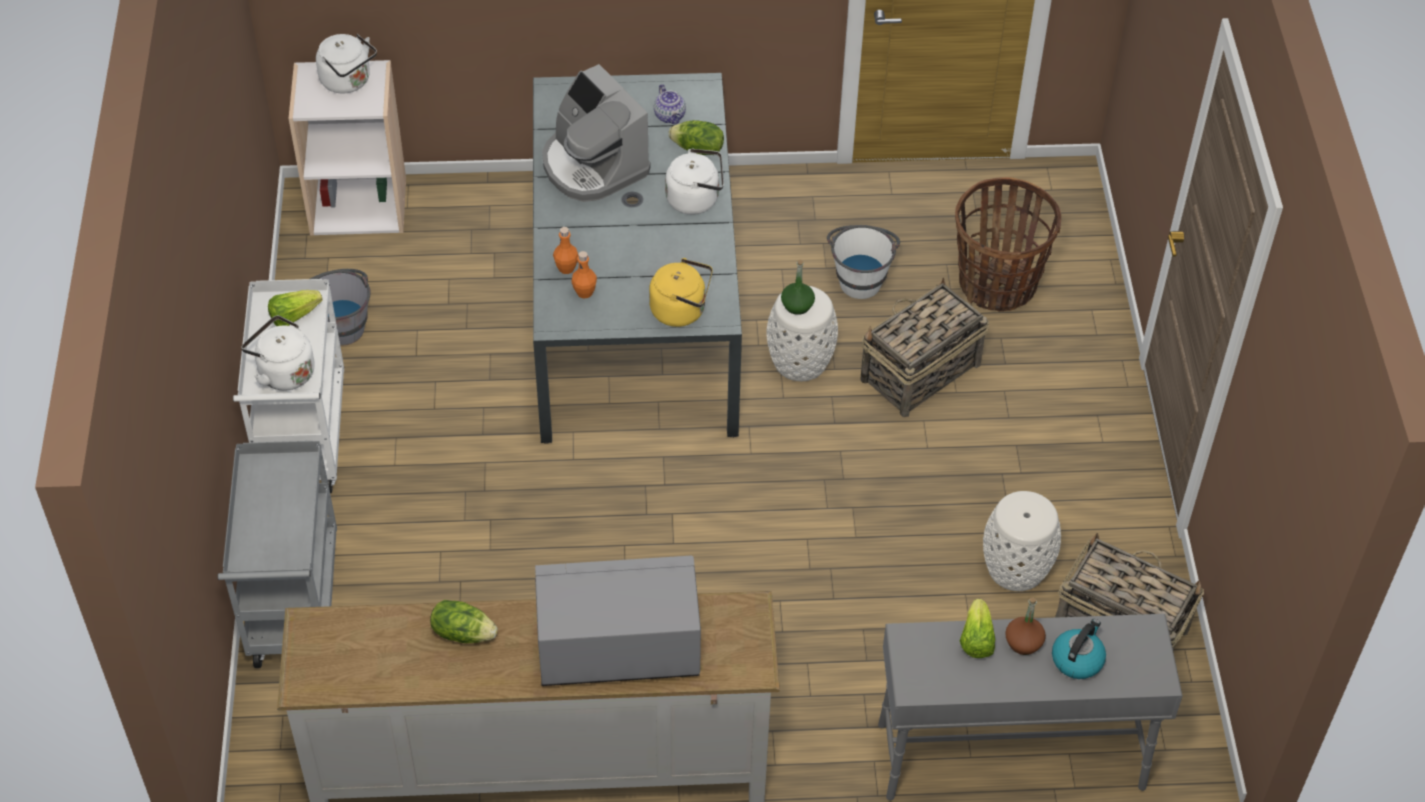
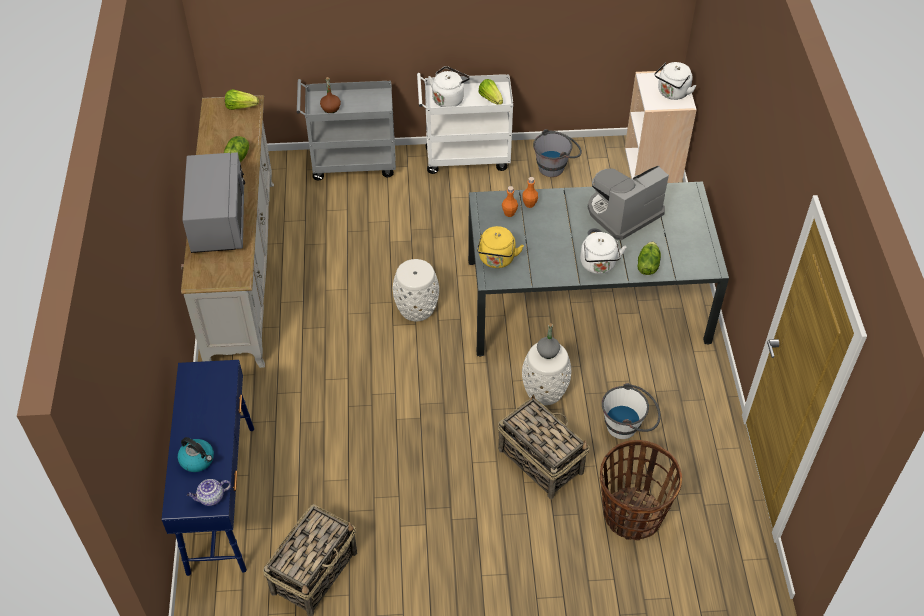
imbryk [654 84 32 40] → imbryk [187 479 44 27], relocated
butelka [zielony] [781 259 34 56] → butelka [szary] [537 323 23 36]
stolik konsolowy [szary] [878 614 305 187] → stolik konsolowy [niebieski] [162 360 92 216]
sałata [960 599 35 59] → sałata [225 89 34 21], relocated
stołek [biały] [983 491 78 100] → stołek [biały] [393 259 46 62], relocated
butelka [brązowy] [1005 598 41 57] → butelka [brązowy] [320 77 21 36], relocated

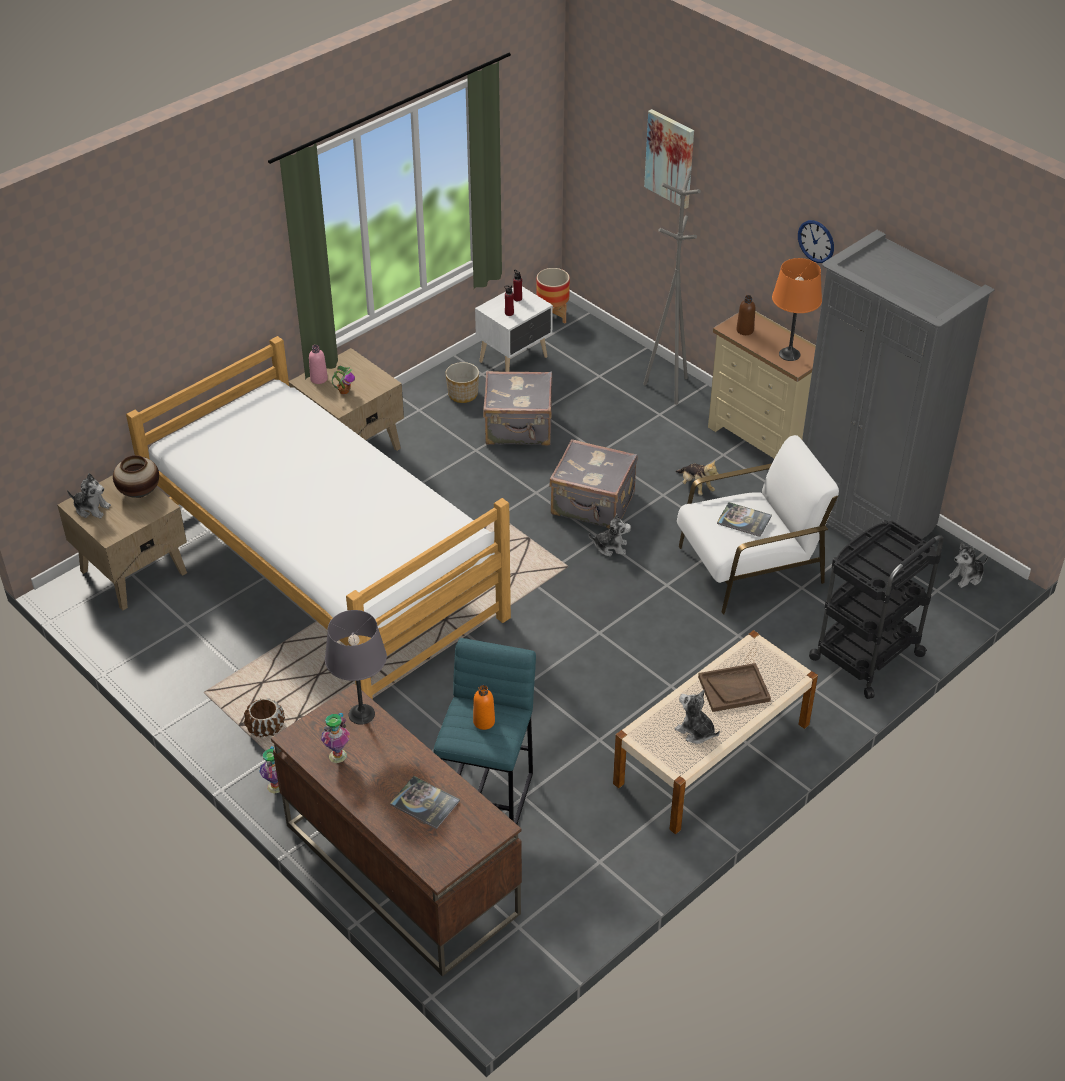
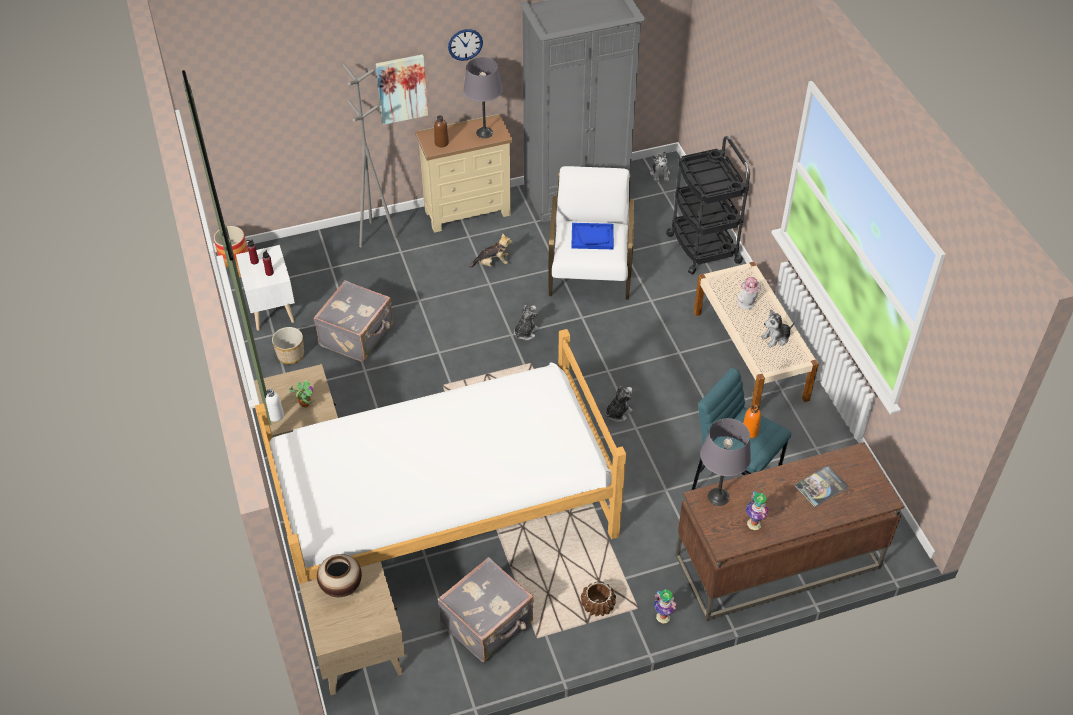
pluszak [67 473 44 45] → pluszak [605 386 28 36], relocated
butelka [różowy] [309 345 19 39] → butelka [biały] [265 389 19 33]
walizka [szary] [549 439 88 90] → walizka [szary] [438 557 96 105], relocated
obraz [644 109 50 100] → obraz [376 54 52 71], relocated
taca [brązowy] [698 663 73 49] → kapelusz [737 277 24 32]
książka [717 502 55 35] → taca [niebieski] [571 223 43 26]
lampa stołowa [pomarańczowy] [772 258 50 103] → lampa stołowa [szary] [463 57 40 81]

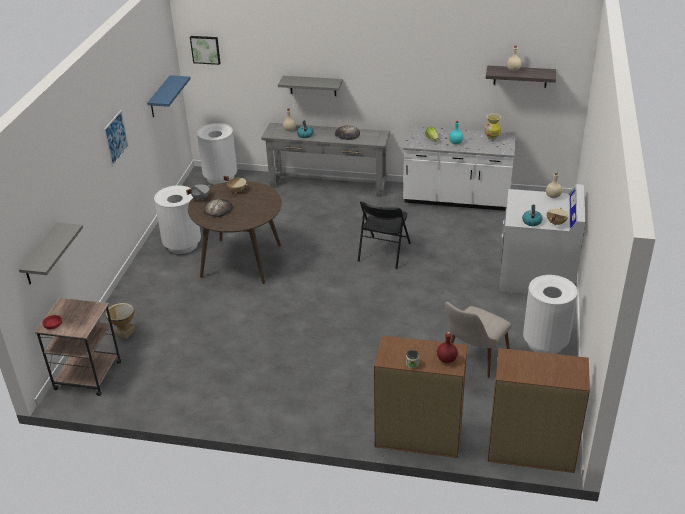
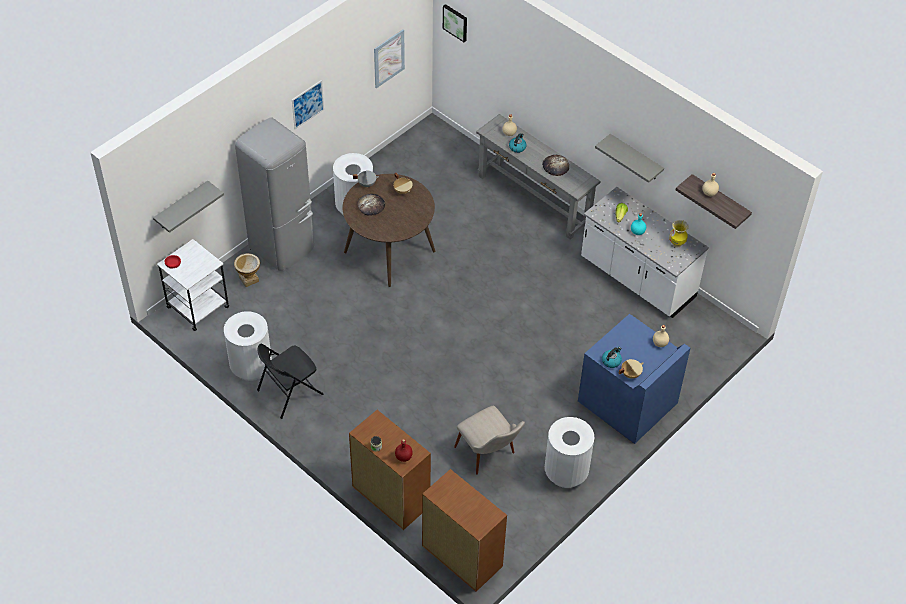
wózek [brązowy] [35 298 86 98] → wózek [biały] [157 239 72 92]
półka [niebieski] [147 75 43 42] → obraz [374 29 31 59]
kosz na śmieci [biały] [197 123 40 62] → kosz na śmieci [biały] [224 311 48 70], relocated
półka [szary] [278 76 65 20] → półka [szary] [595 134 69 49], relocated
krzesło [czarny] [357 202 54 67] → krzesło [czarny] [257 344 67 75], relocated
krzesło [beżowy] [445 302 67 76] → krzesło [beżowy] [454 406 71 69], 105 degrees counterclockwise
pralka [biały] [499 184 87 110] → pralka [niebieski] [578 314 112 130]
- → lodówka [szary] [235 117 79 154]

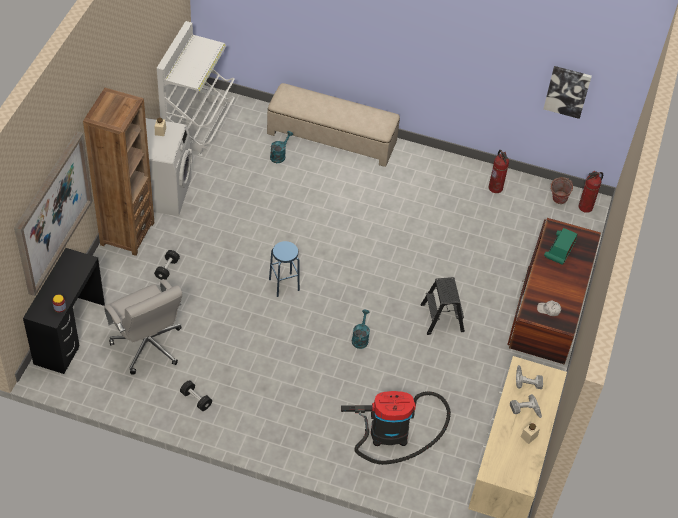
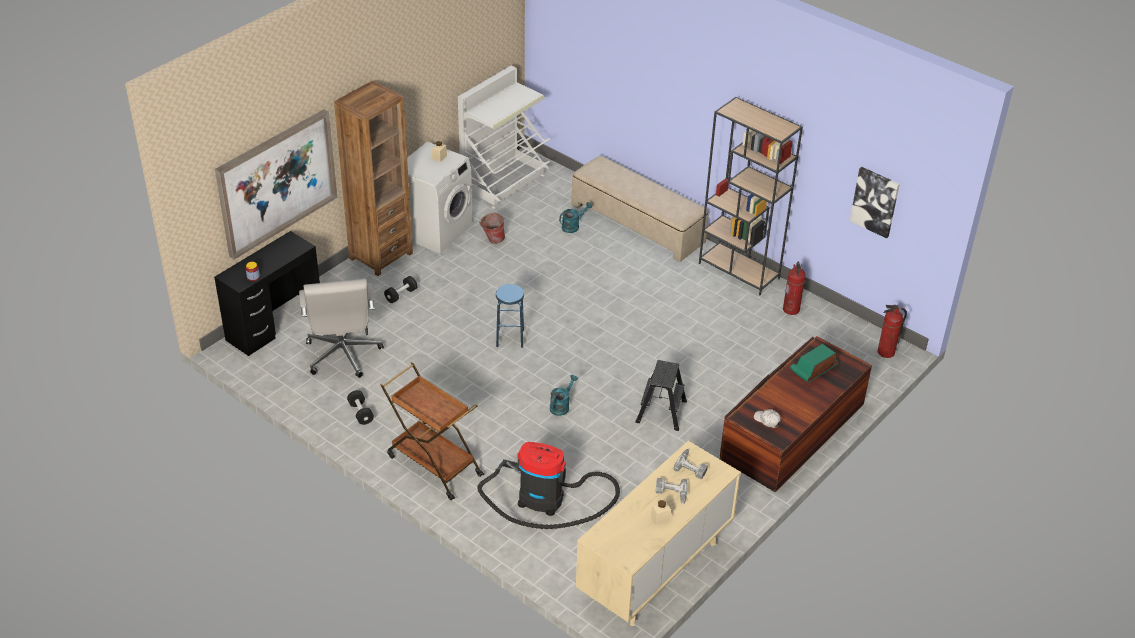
wiadro [550 177 23 27] → wiadro [479 213 26 31], relocated
- → wózek [brązowy] [380 362 104 138]
- → regał [699 97 104 198]

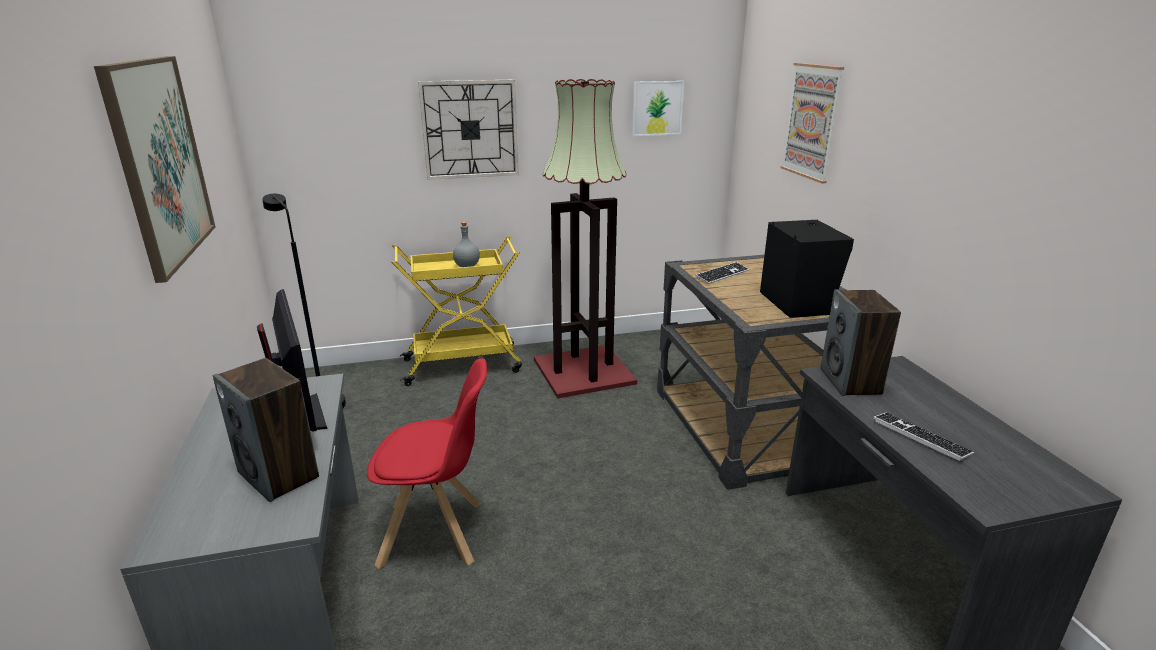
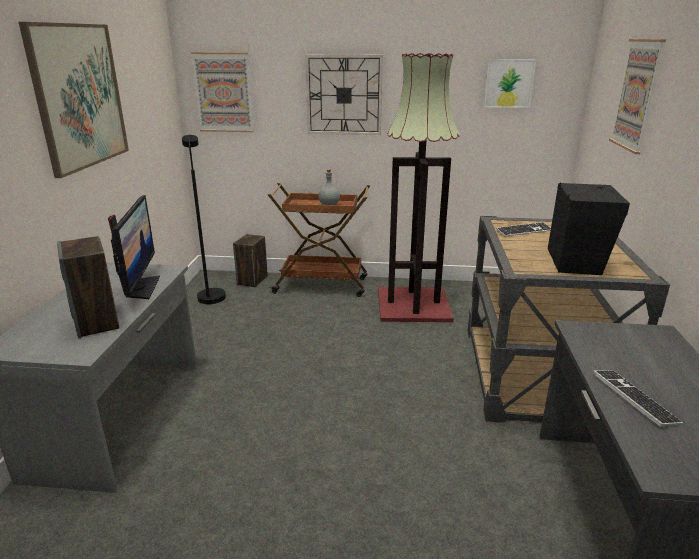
krzesło [czerwony] [367 358 120 211] → -
wózek [żółty] [391 236 131 150] → wózek [brązowy] [267 183 104 114]
głośnik [821 289 80 107] → głośnik [233 234 35 53], relocated
- → obraz [191 52 63 80]

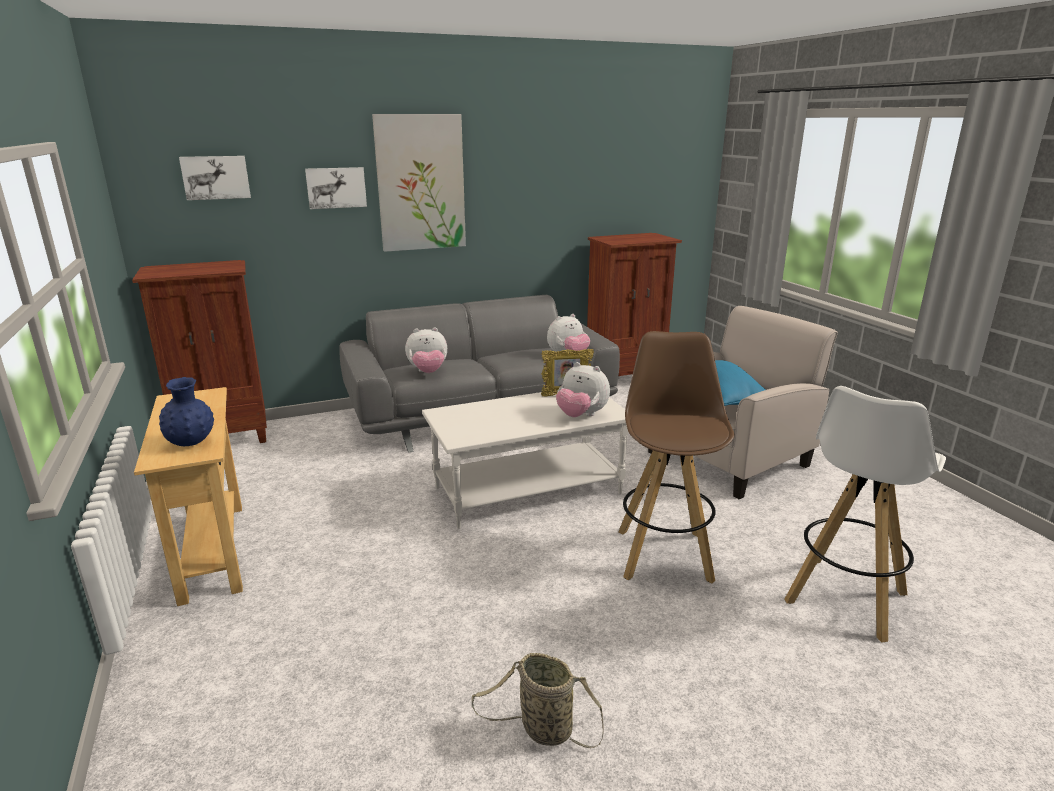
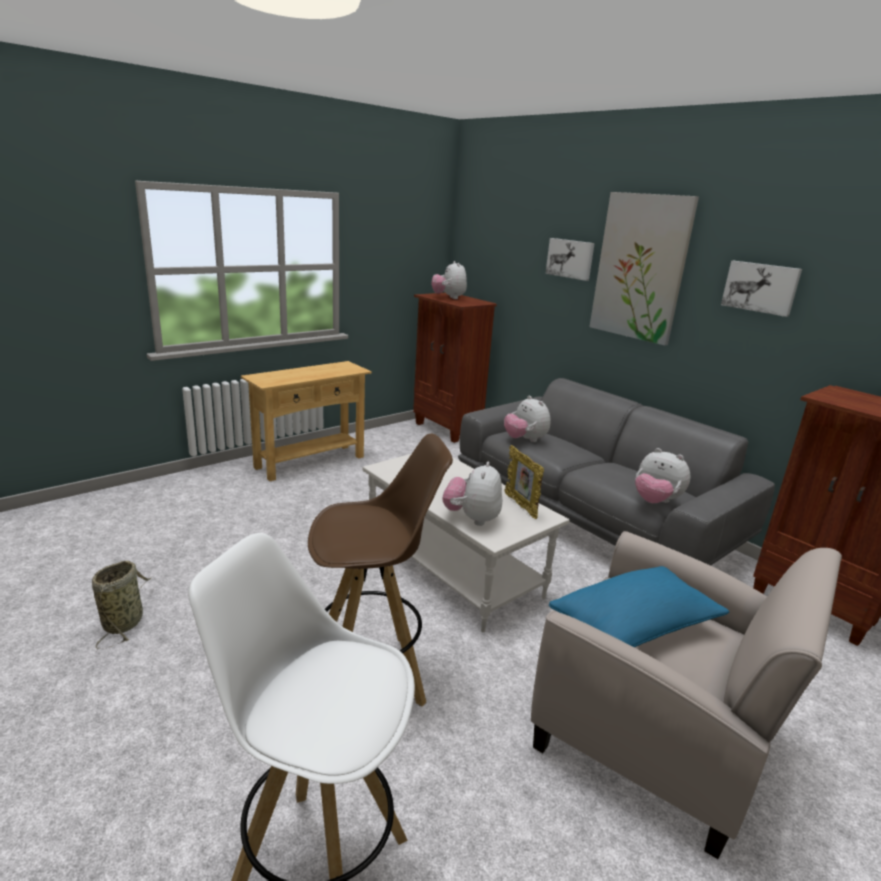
wazon [niebieski] [159 377 55 69] → -
obraz [179 156 72 44] → obraz [721 261 81 56], relocated
- → pluszak [431 261 36 38]

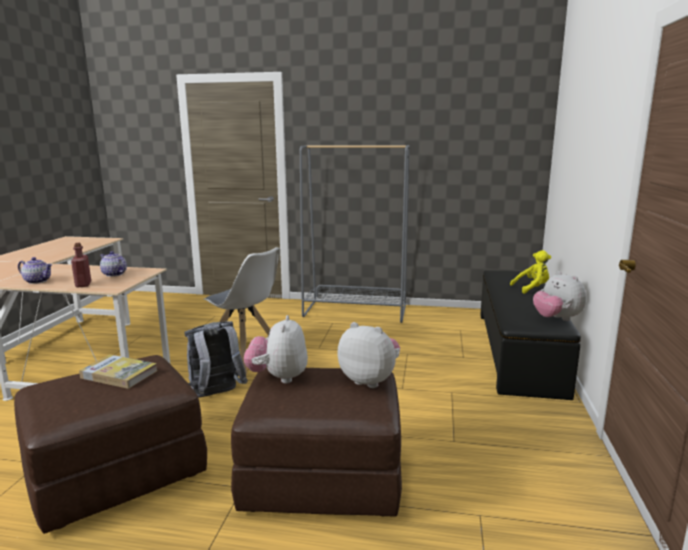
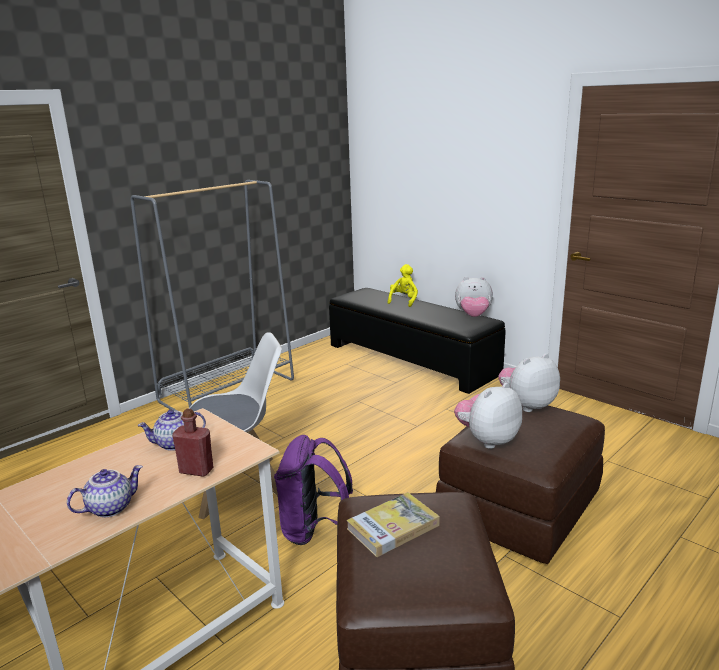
plecak [szary] [184 321 64 76] → plecak [fioletowy] [274 435 79 110]
pluszak [244 315 64 69] → pluszak [454 383 68 66], 105 degrees clockwise

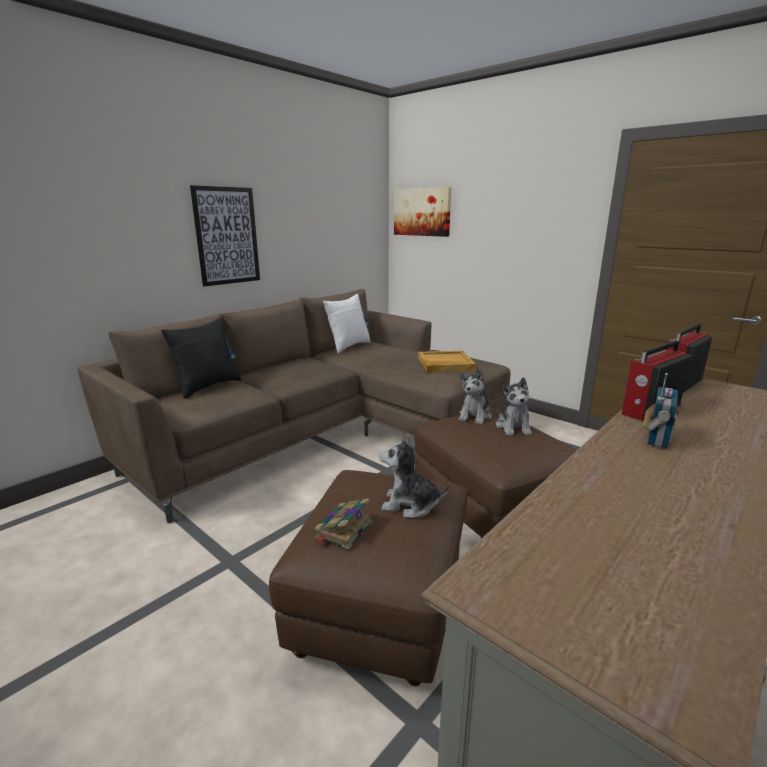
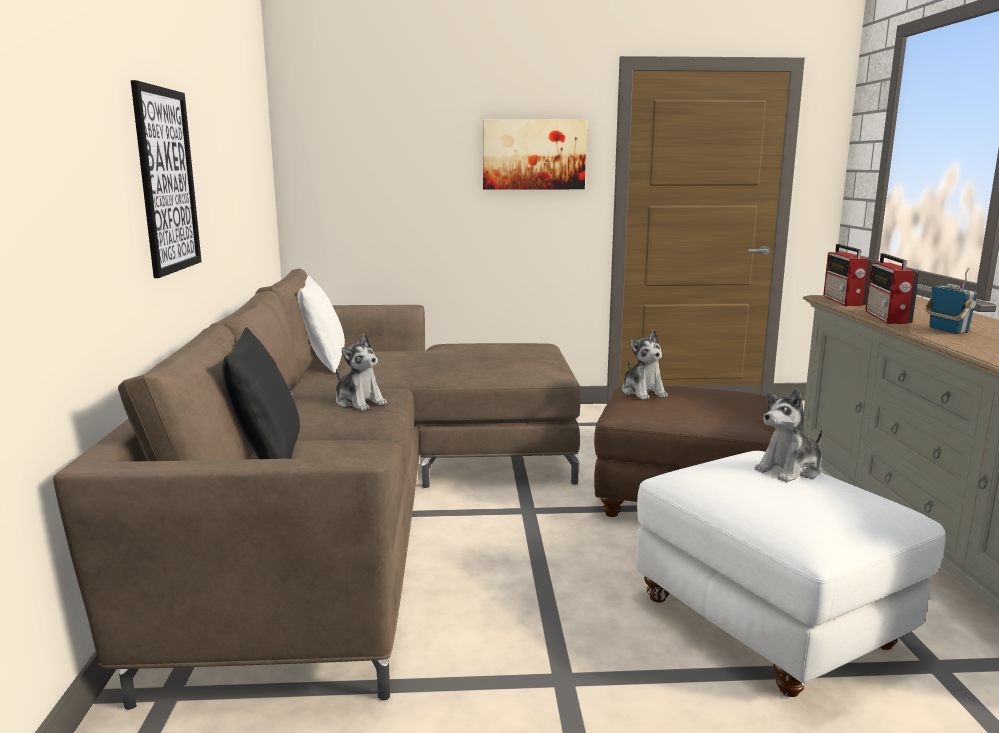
pufa [brązowy] [269 470 198 216] → pufa [biały] [636 451 309 246]
książka [313 499 60 50] → -
obraz [394 187 57 50] → obraz [483 119 104 71], relocated
taca [beżowy] [418 351 58 21] → -
pluszak [496 377 36 58] → pluszak [336 334 51 77], relocated

